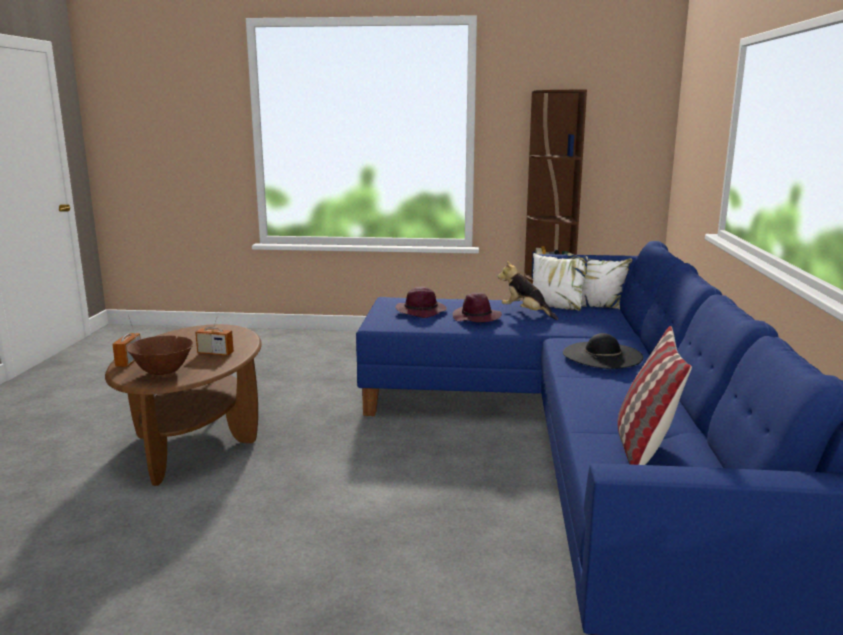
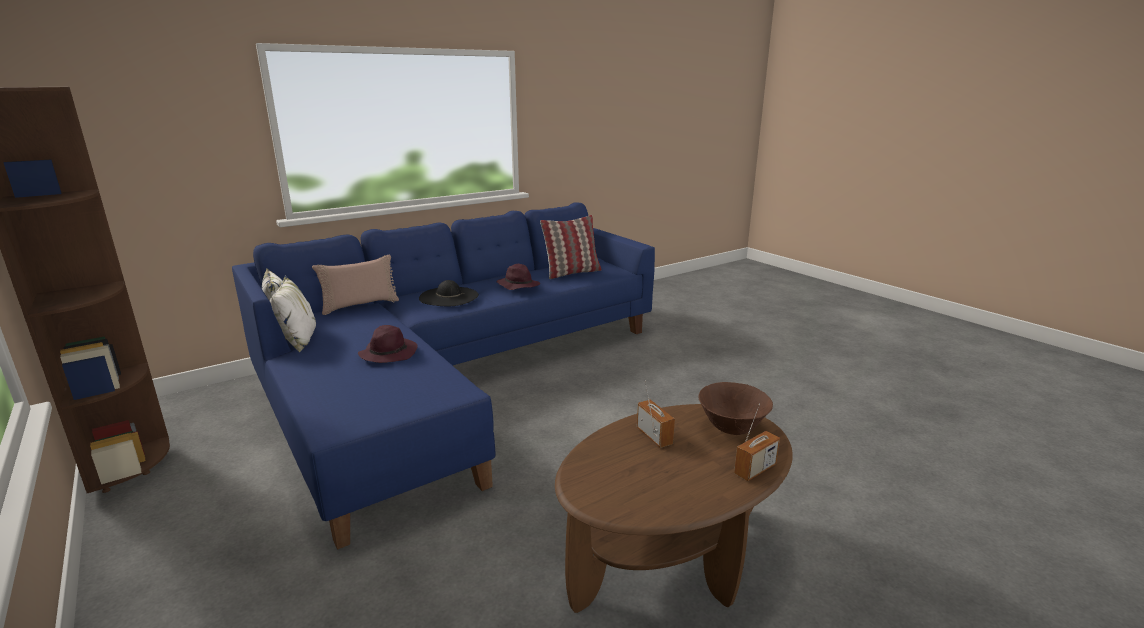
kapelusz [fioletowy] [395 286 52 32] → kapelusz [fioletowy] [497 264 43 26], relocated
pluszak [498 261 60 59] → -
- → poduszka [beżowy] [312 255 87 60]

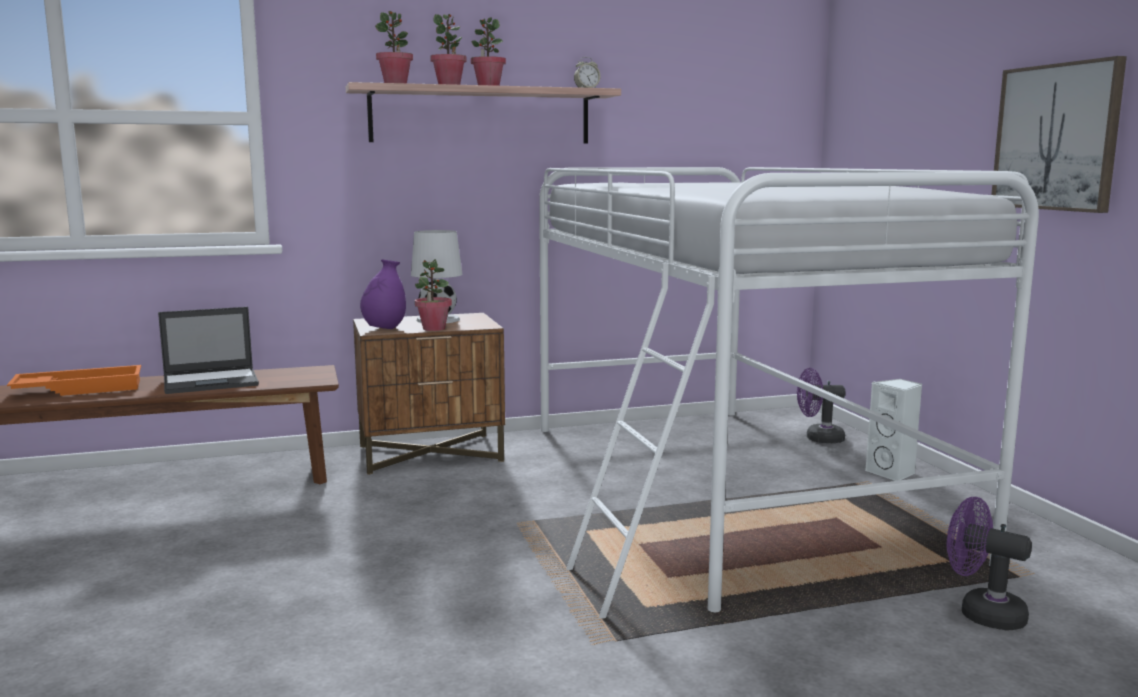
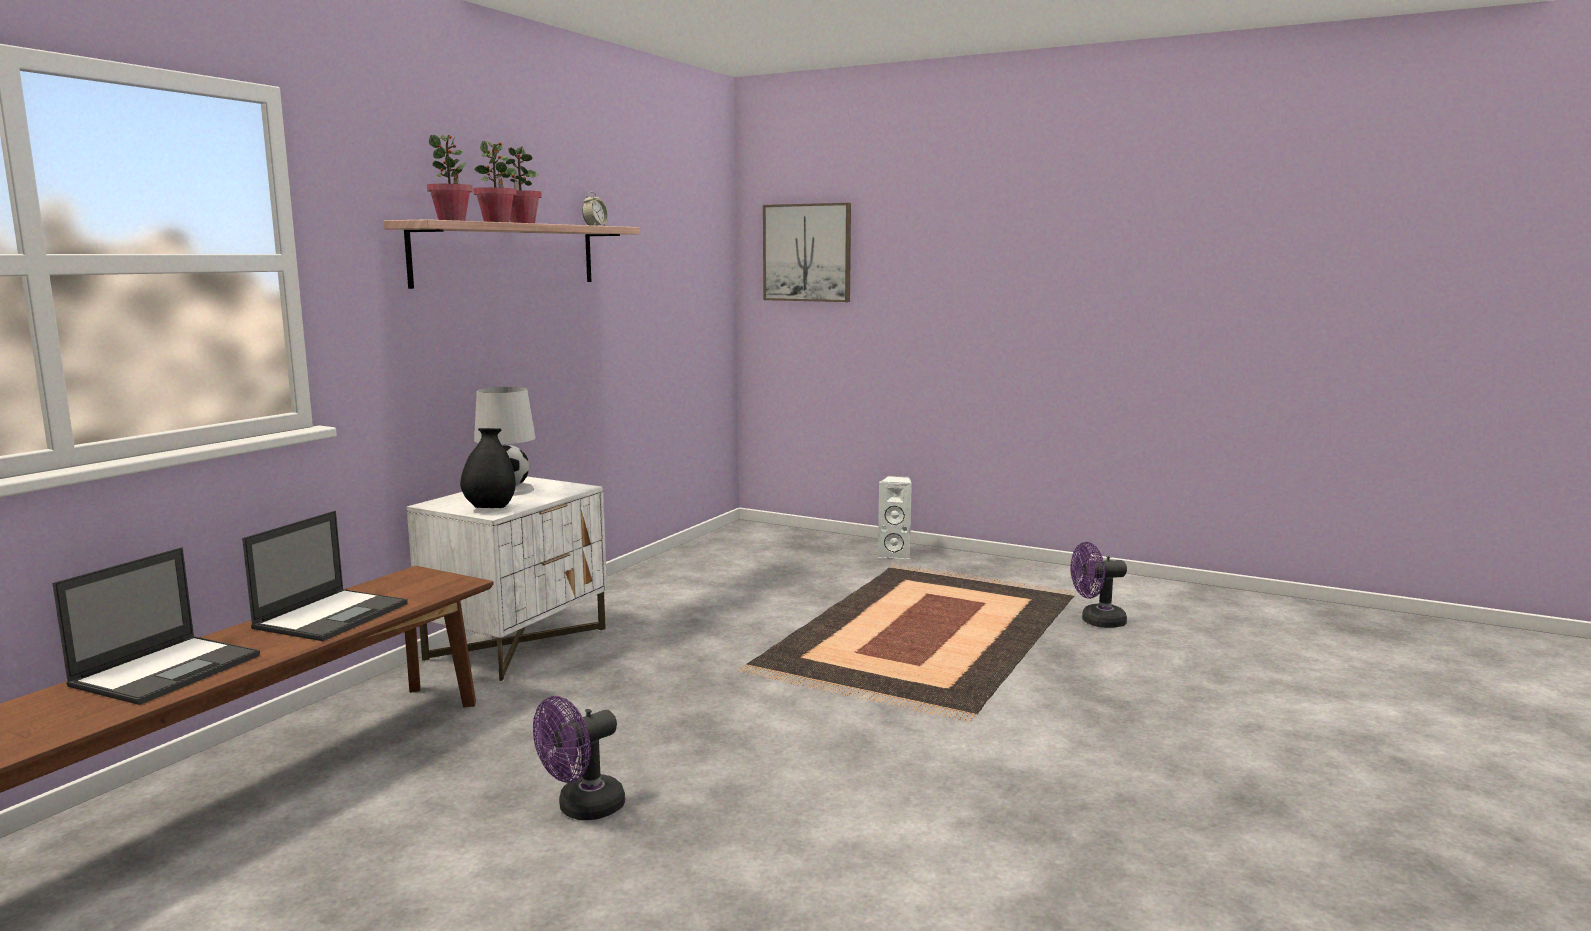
taca [pomarańczowy] [7 365 134 31] → laptop [52 547 208 158]
szafka nocna [brązowy] [353 313 152 162] → szafka nocna [biały] [406 477 201 205]
wazon [fioletowy] [360 259 46 70] → wazon [czarny] [460 428 56 80]
roślina doniczkowa [415 259 37 72] → -
łóżko [biały] [539 167 500 452] → -
wentylator [fioletowy] [797 368 49 75] → wentylator [fioletowy] [533 696 92 124], relocated
obraz [991 56 136 157] → obraz [763 203 88 99], relocated

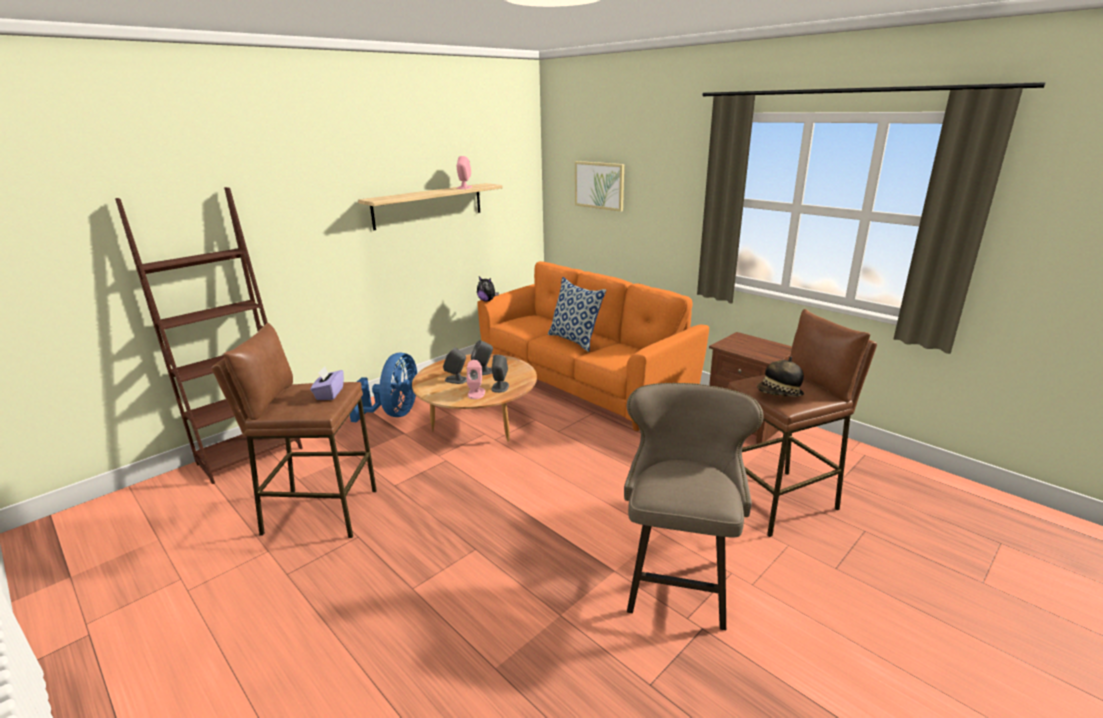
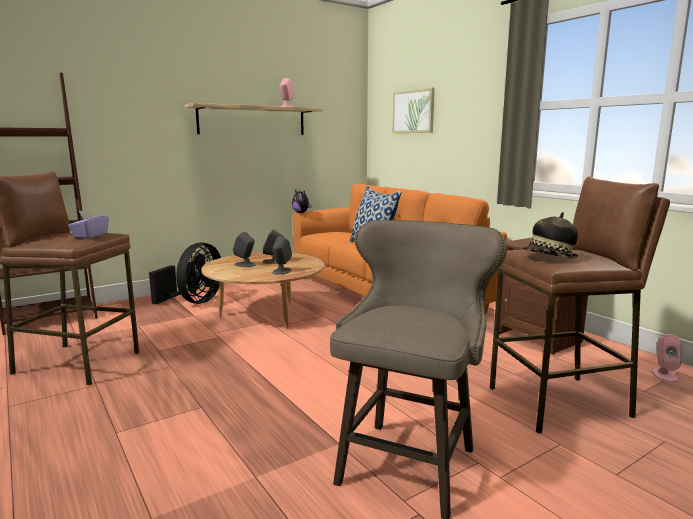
wentylator [niebieski] [350 352 67 70] → wentylator [czarny] [149 242 72 62]
głośnik [różowy] [467 360 18 39] → głośnik [różowy] [651 334 31 49], relocated

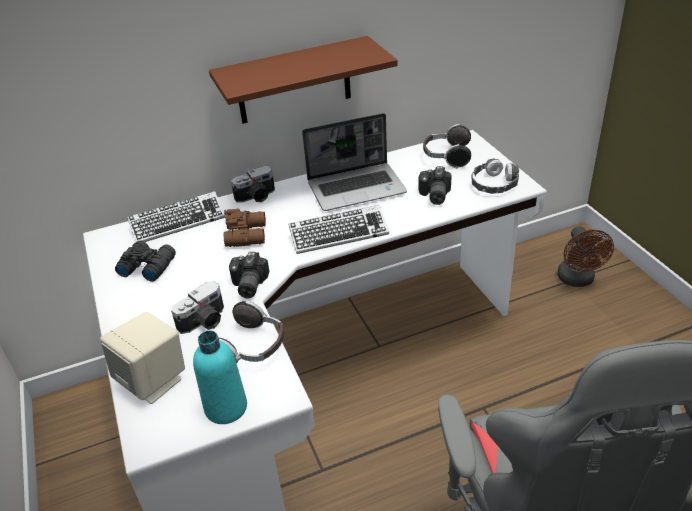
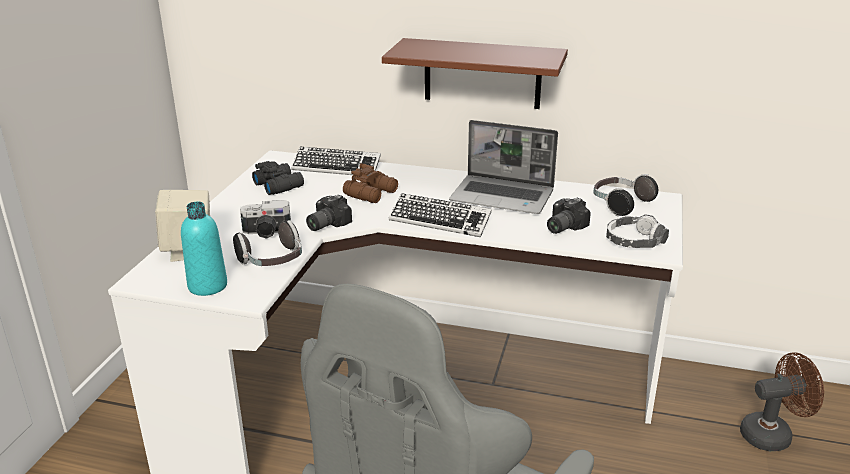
aparat fotograficzny [231 166 44 36] → -
wentylator [brązowy] [557 226 57 61] → wentylator [brązowy] [740 352 84 99], 135 degrees counterclockwise

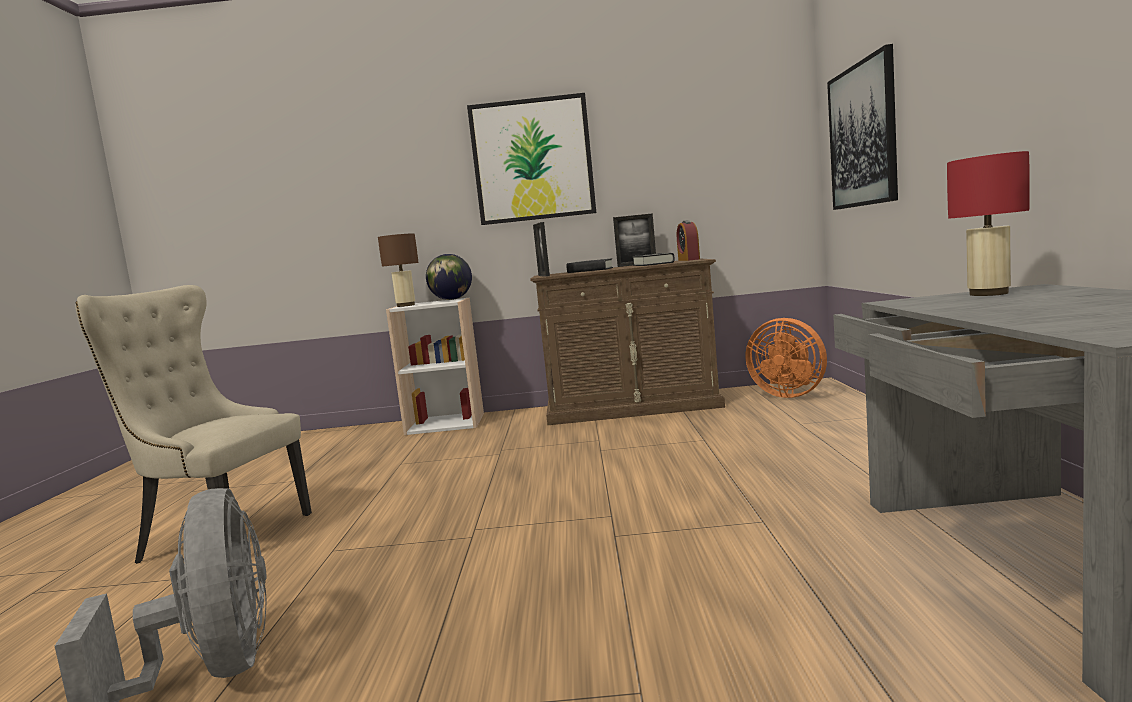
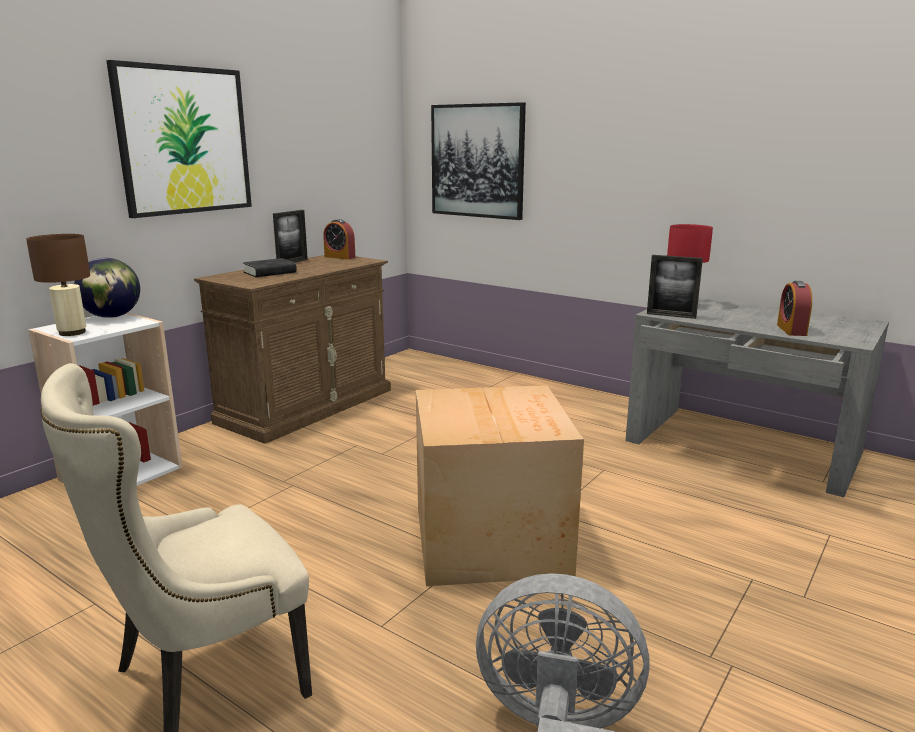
ramka na zdjęcie [533 222 17 55] → ramka na zdjęcie [647 255 56 64], relocated
książka [czarny] [632 253 43 13] → -
wentylator [pomarańczowy] [745 318 82 80] → -
- → karton [416 385 168 201]
- → budzik [777 281 35 55]

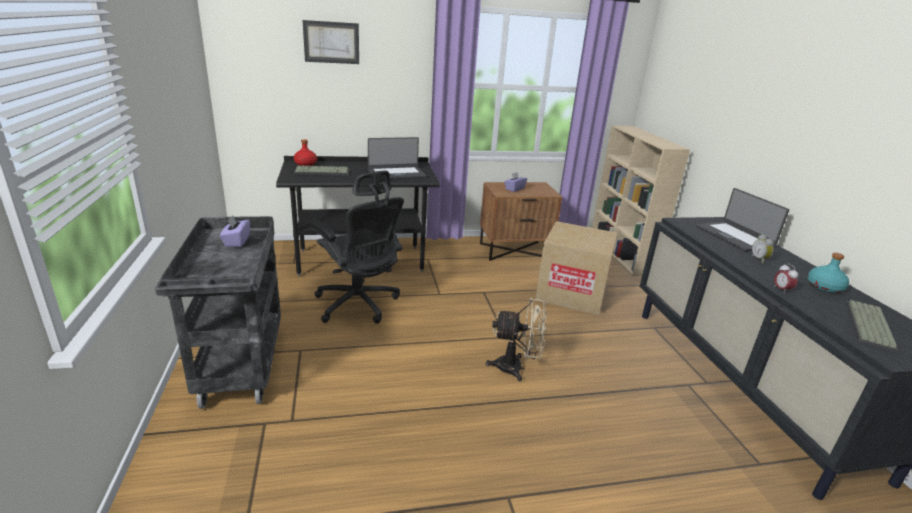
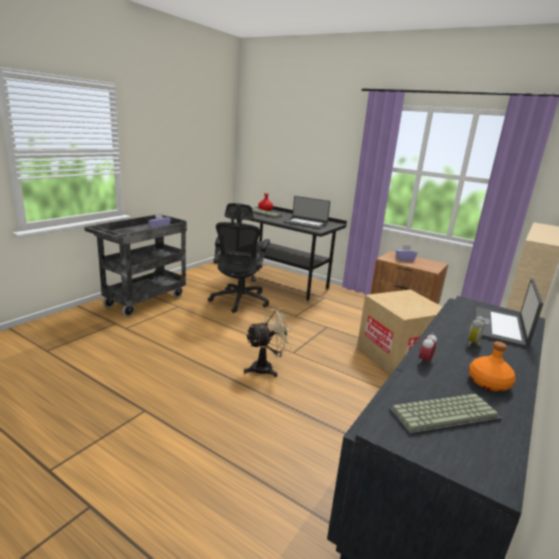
obraz [303 20 56 44] → -
wentylator [beżowy] [486 298 61 84] → wentylator [beżowy] [244 308 50 69], 75 degrees counterclockwise
butelka [turkusowy] [807 253 42 40] → butelka [pomarańczowy] [469 341 47 50]

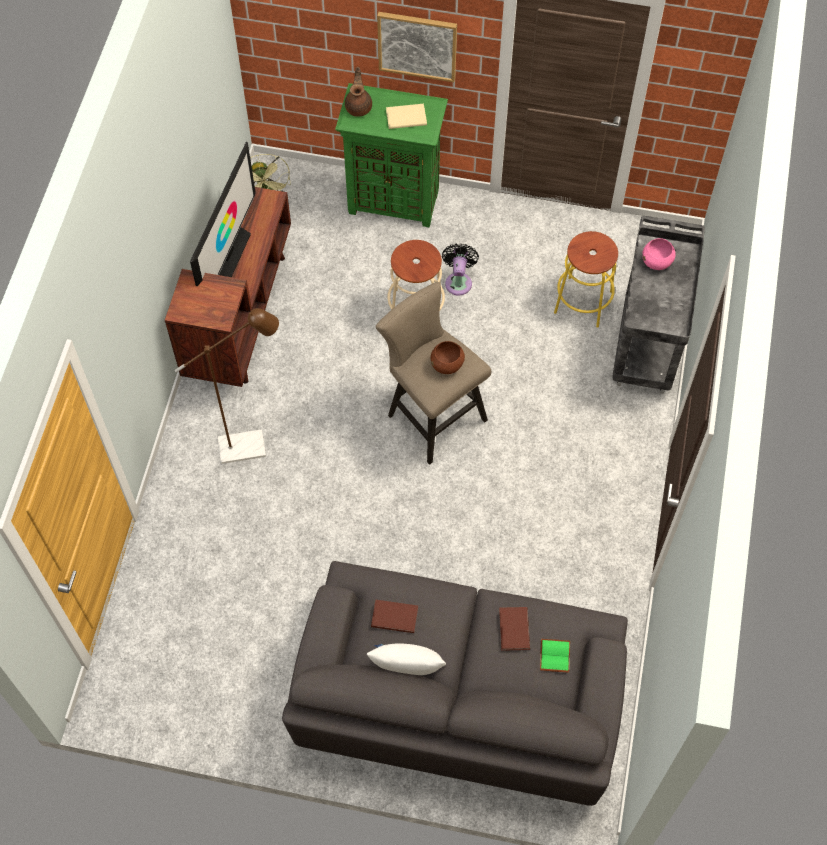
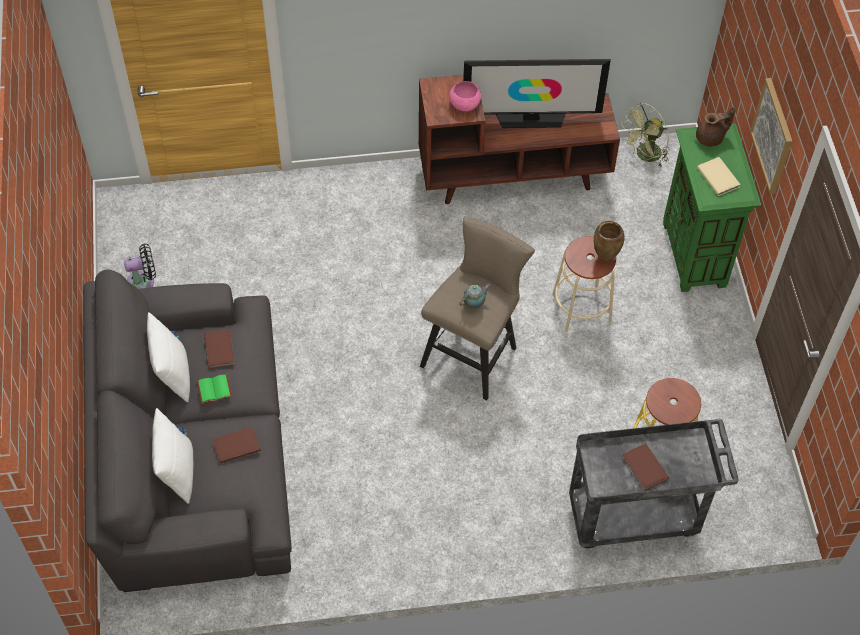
lampa stojąca [brązowy] [175 308 104 156] → -
miska [brązowy] [431 341 34 33] → imbryk [459 284 32 25]
wentylator [czarny] [442 244 37 52] → wentylator [czarny] [124 244 32 45], relocated
książka [zielony] [540 639 30 34] → książka [zielony] [197 374 35 29], relocated
miska [różowy] [642 238 34 32] → miska [różowy] [449 81 32 30], relocated
- → poduszka [biały] [152 408 41 96]
- → wazon [brązowy] [594 221 30 40]
- → książka [brązowy] [622 443 47 48]

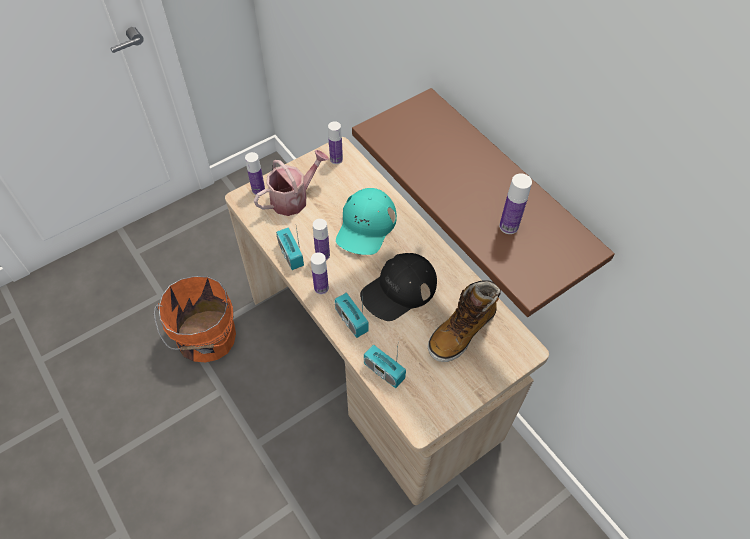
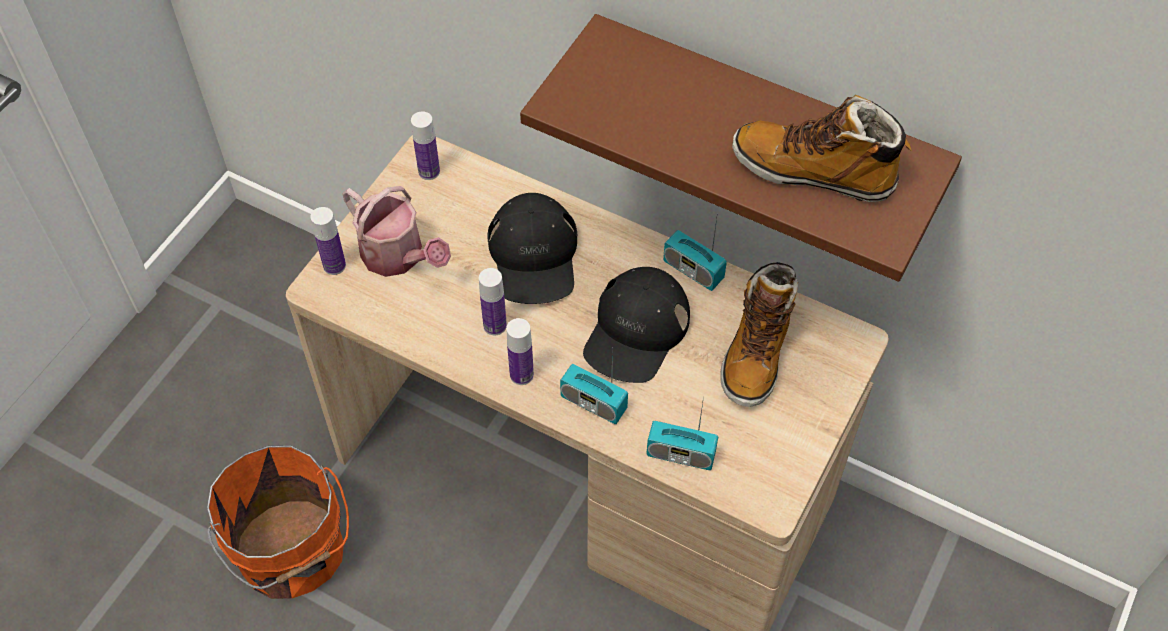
konewka [254 150 76 66] → konewka [342 186 109 91], 105 degrees clockwise
radio [276 227 28 43] → radio [663 219 64 72], relocated
czapka z daszkiem [turkusowy] [336 188 61 67] → czapka z daszkiem [czarny] [487 193 90 111]
butelka [499 174 33 60] → but z cholewką [732 95 180 107]

